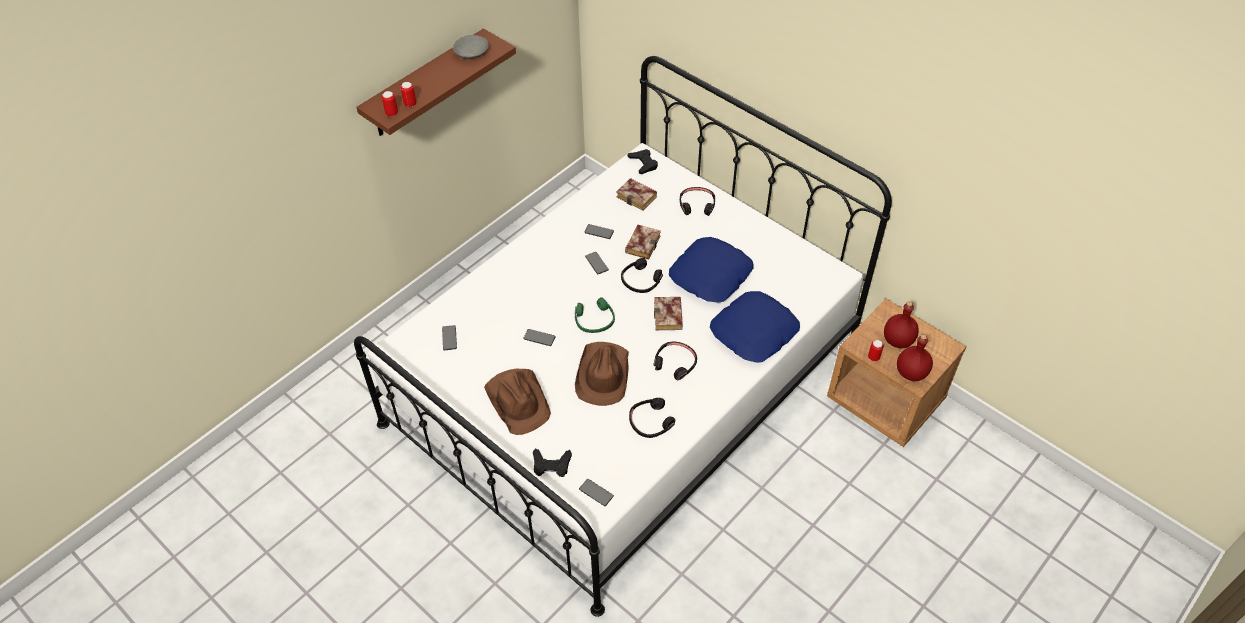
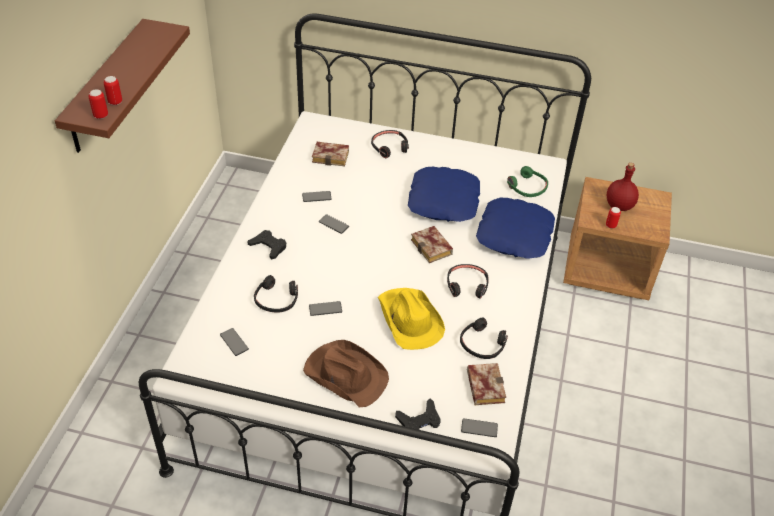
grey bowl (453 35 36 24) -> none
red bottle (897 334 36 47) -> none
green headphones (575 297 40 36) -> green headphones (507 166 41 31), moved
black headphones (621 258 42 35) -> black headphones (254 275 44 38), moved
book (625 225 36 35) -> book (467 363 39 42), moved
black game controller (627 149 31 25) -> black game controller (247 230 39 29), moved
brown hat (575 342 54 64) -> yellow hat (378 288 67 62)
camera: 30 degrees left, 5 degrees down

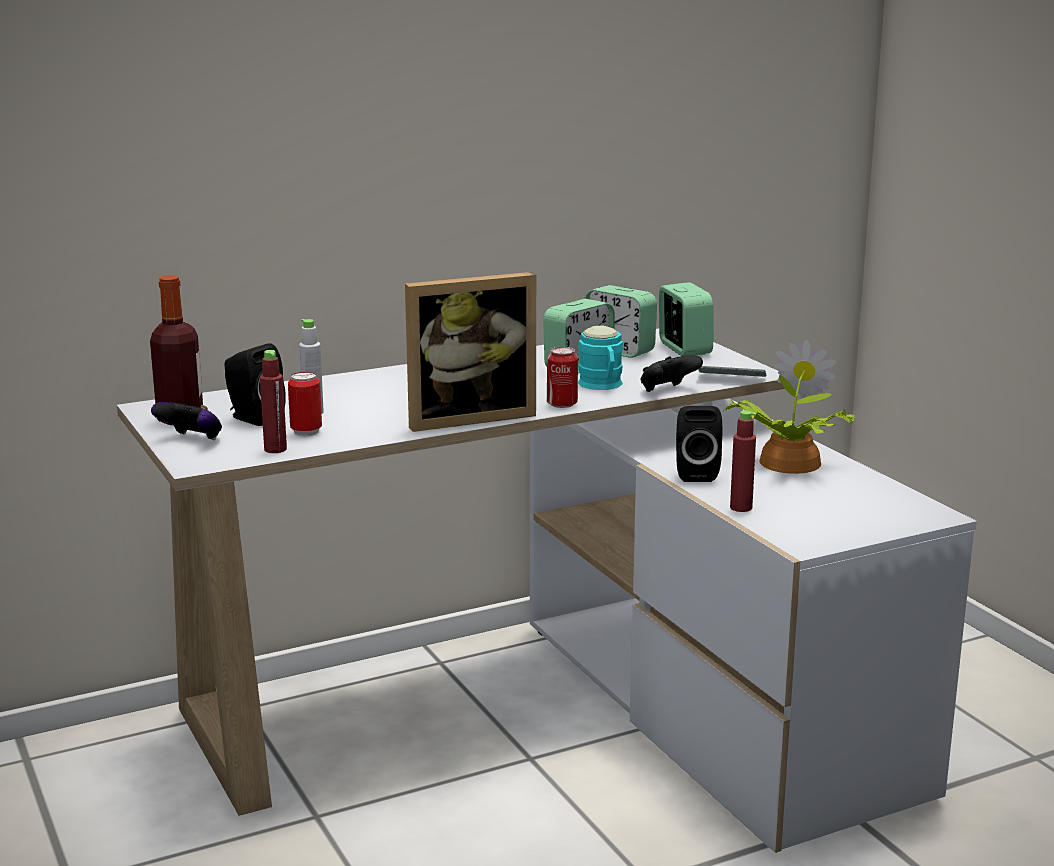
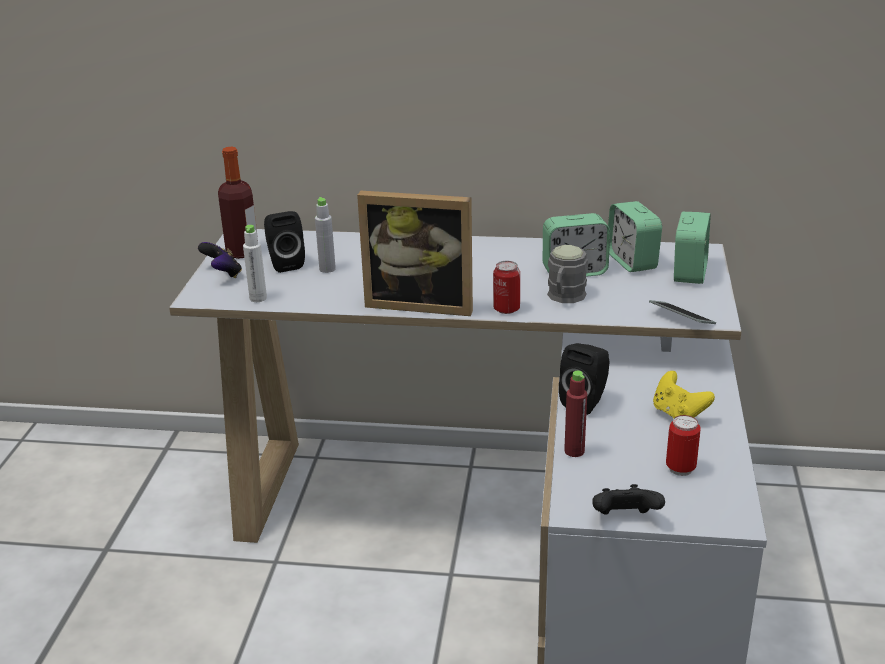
can (288 372 34 65) -> can (666 415 35 61), moved
black game controller (640 355 63 37) -> black game controller (592 484 73 31), moved
potted plant (725 340 130 134) -> yellow game controller (653 371 62 48)
red bottle (260 350 27 103) -> white bottle (243 225 24 77)
turquoise mug (578 326 46 64) -> grey mug (547 245 41 58)
camera: 35 degrees right, 10 degrees up

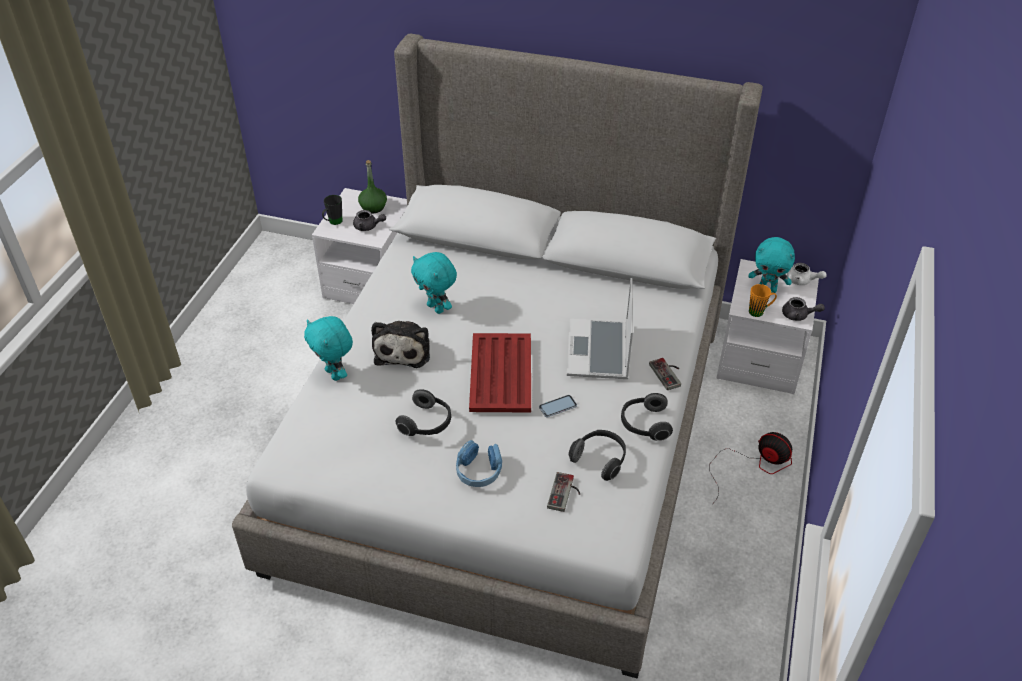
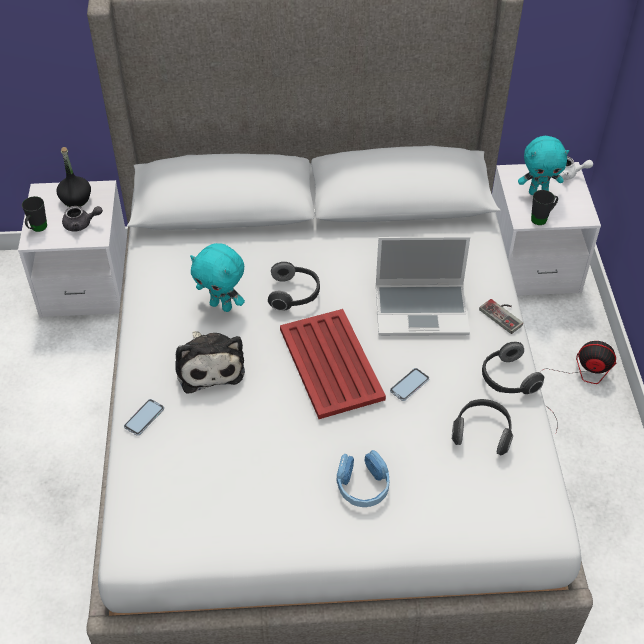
game controller (547 472 33 40) -> none
grey teapot (782 297 43 24) -> none
headphones (396 389 55 47) -> headphones (268 262 52 49), moved
turquoise plush toy (304 316 49 65) -> phone (124 399 40 37)
green bottle (358 160 29 53) -> black bottle (57 147 34 60)
orange mug (749 284 28 33) -> black mug (531 190 27 35)
laptop (567 278 66 101) -> laptop (376 236 94 100), 75 degrees counterclockwise
camera: 20 degrees left, 5 degrees up

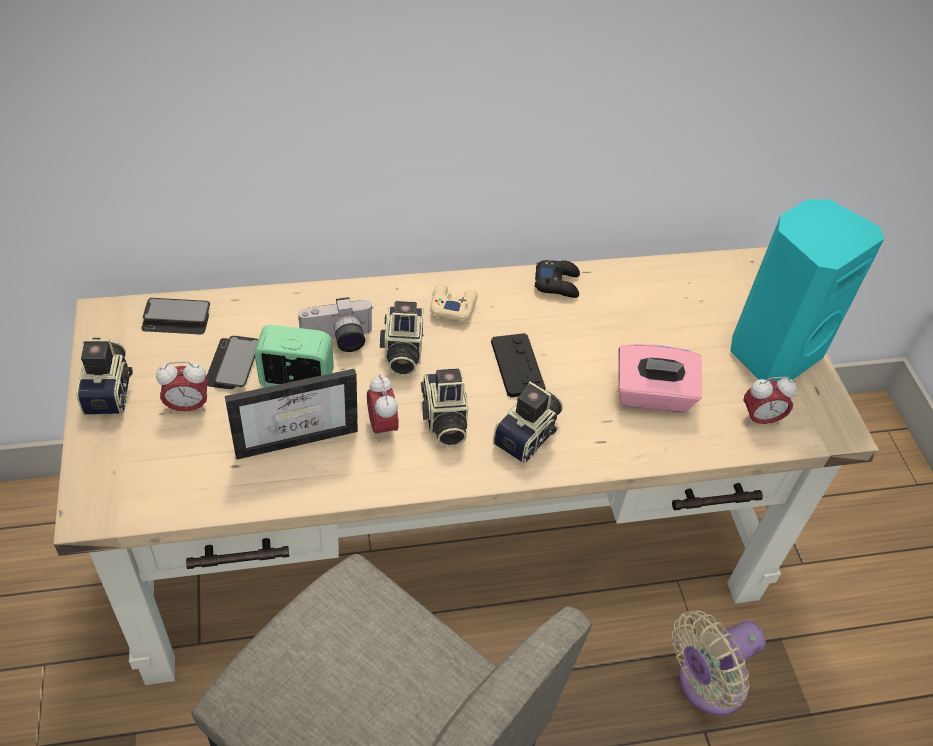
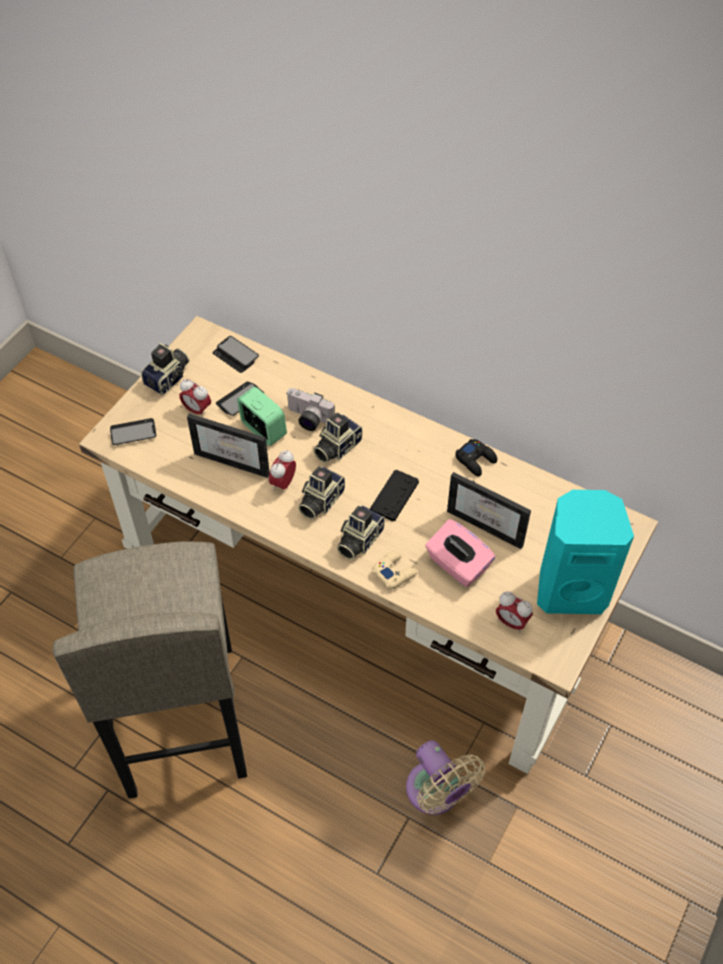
none -> phone (110 418 46 27)
none -> picture frame (447 472 84 77)
beige game controller (430 284 48 38) -> beige game controller (372 551 45 38), moved
photo camera (493 382 70 81) -> photo camera (337 505 48 55), 135 degrees clockwise
beige fan (672 610 94 106) -> beige fan (406 740 79 75), 135 degrees counterclockwise
camera: 45 degrees right, 5 degrees up

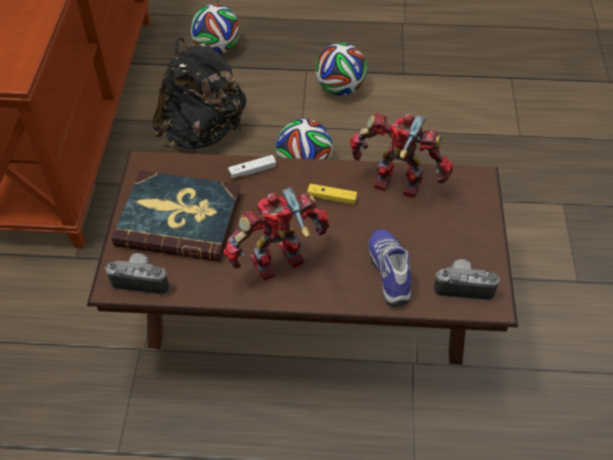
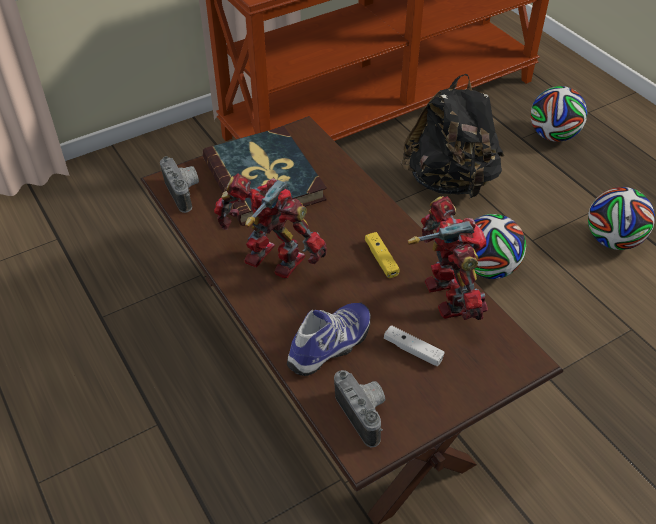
white game controller (228 155 48 23) -> white game controller (384 325 60 41), moved
camera: 55 degrees right, 5 degrees down

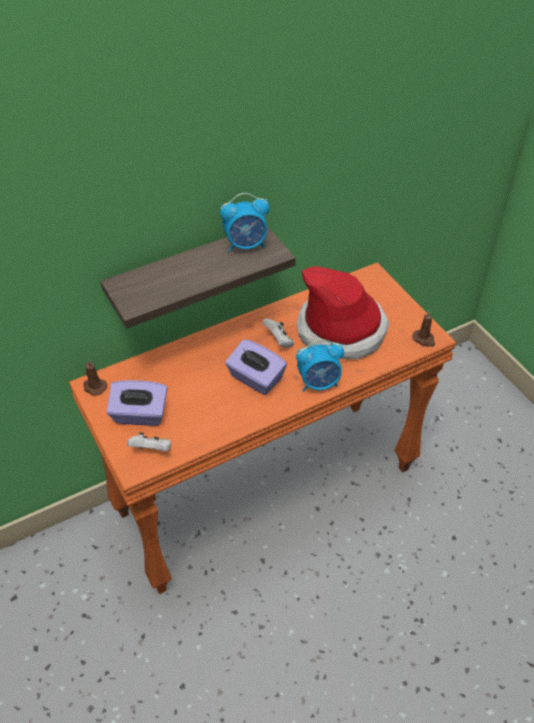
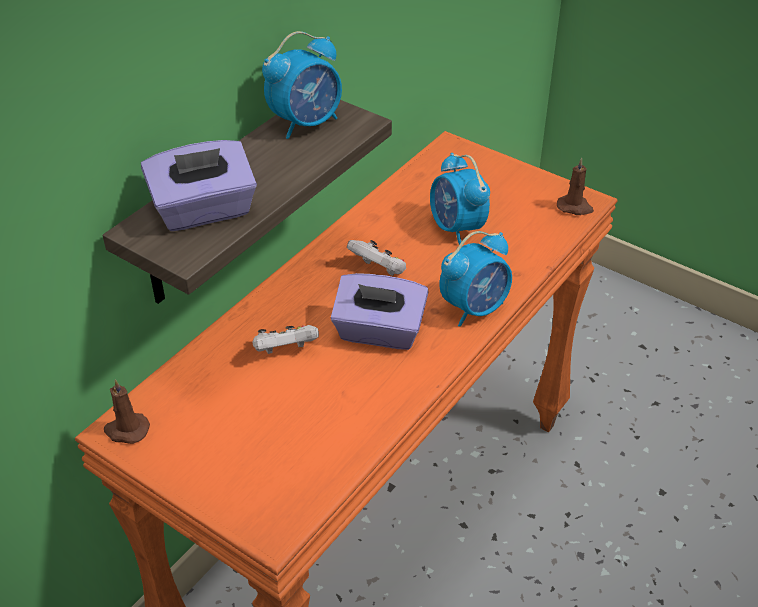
purple tissue box (107 380 61 46) -> purple tissue box (141 140 116 91), moved
white game controller (127 432 44 20) -> white game controller (253 325 66 29), moved
hat (297 266 92 93) -> alarm clock (430 153 60 92)
camera: 25 degrees left, 5 degrees down

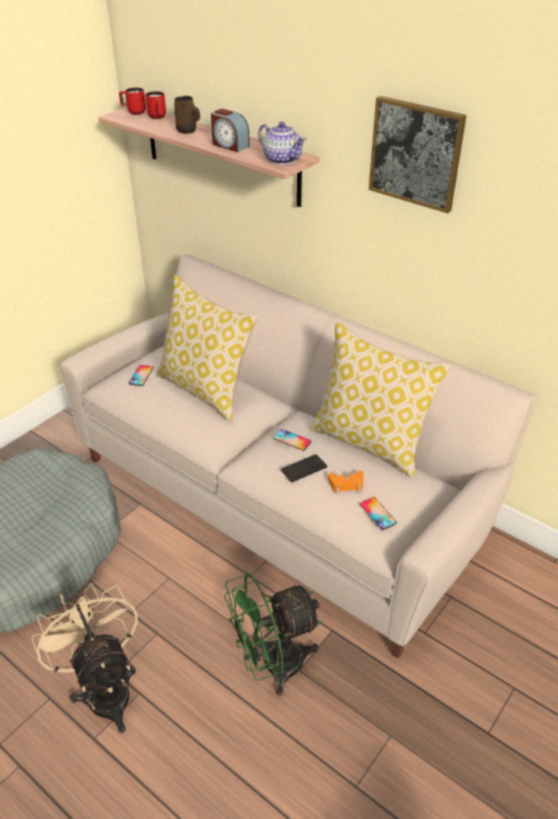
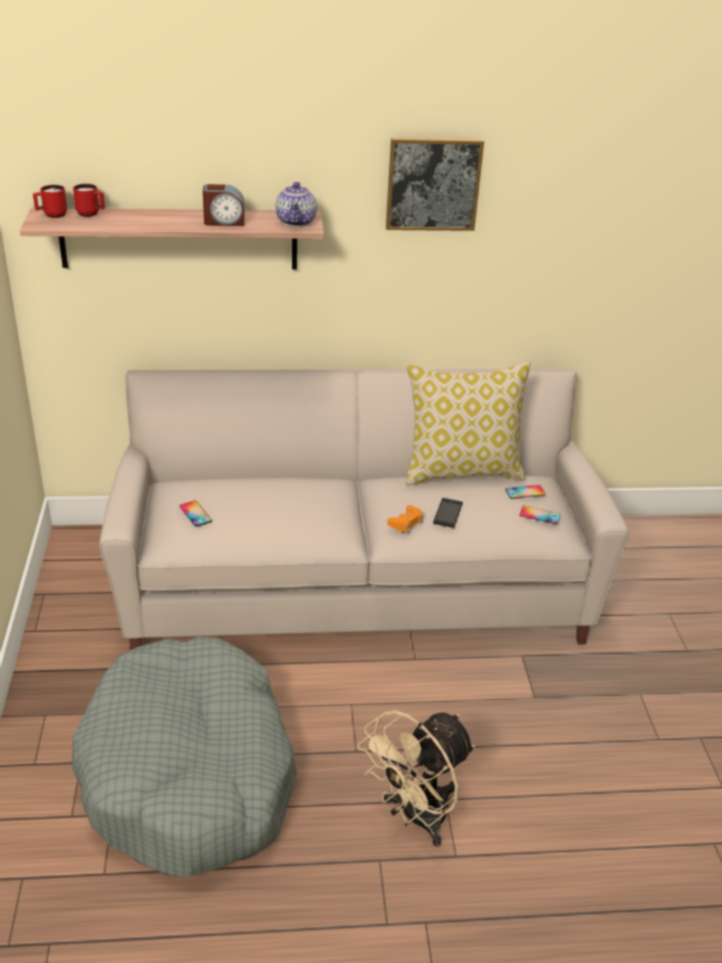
pillow (156 275 102 147) -> none
brown mug (174 96 26 38) -> none
green fan (224 573 98 123) -> none
phone (273 429 39 22) -> phone (505 485 41 14), moved
orange game controller (328 471 36 23) -> orange game controller (387 505 36 28), moved
beige fan (32 583 106 150) -> beige fan (357 710 118 137), 60 degrees counterclockwise
teapot (258 122 48 43) -> teapot (276 182 41 45), 90 degrees clockwise
camera: 45 degrees left, 5 degrees down

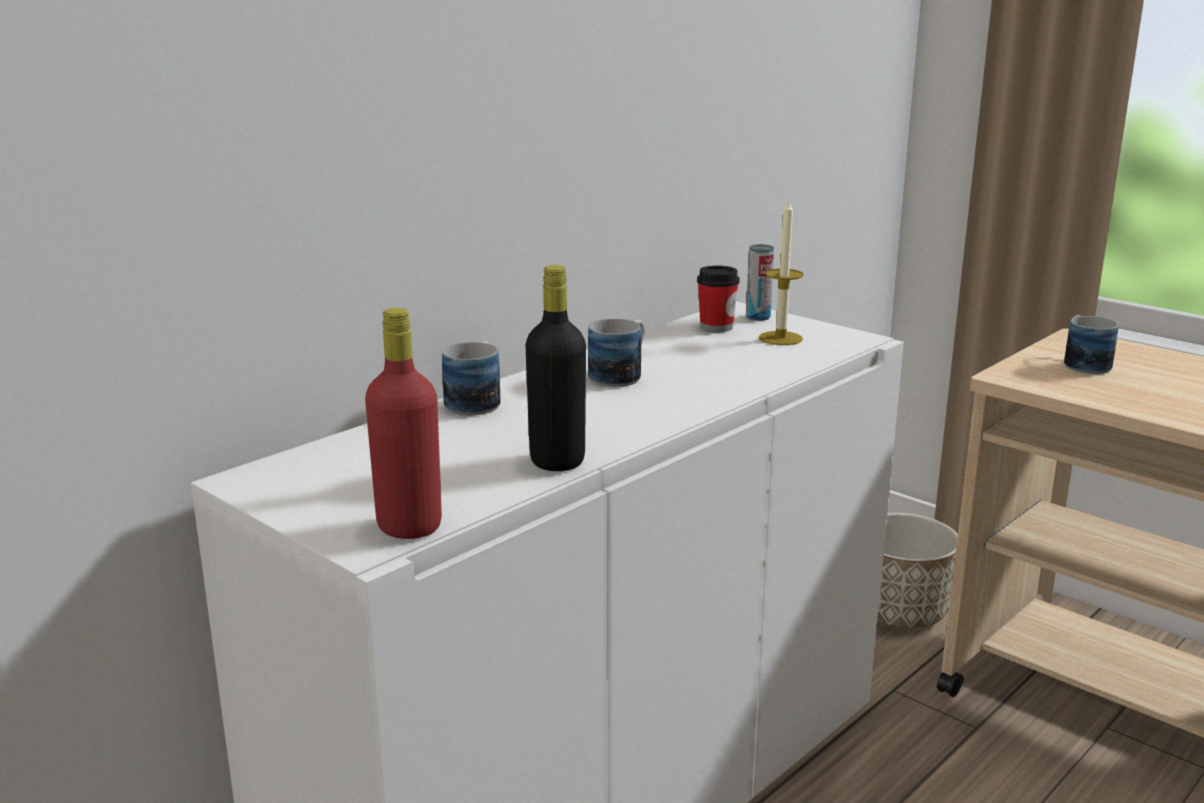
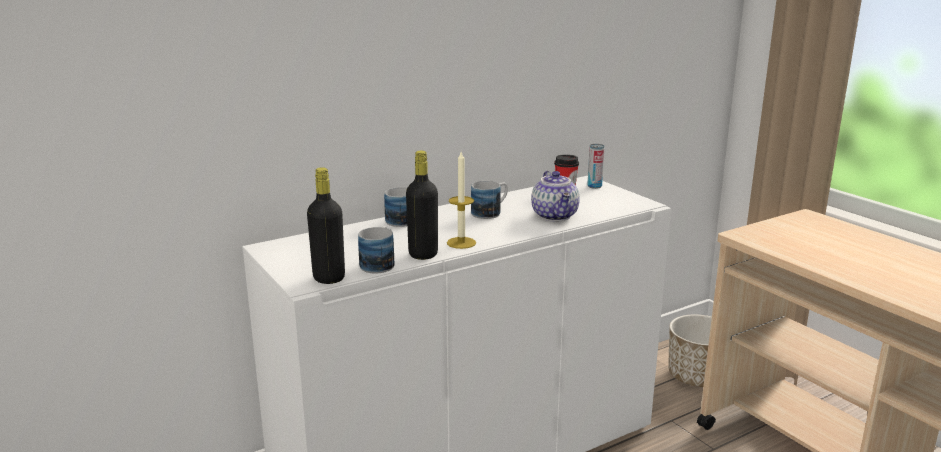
none -> teapot (531 171 49 51)
candle (759 199 45 146) -> candle (447 152 29 97), moved
mug (1064 315 55 59) -> mug (358 226 36 47), moved
red bottle (365 308 77 231) -> black bottle (307 167 38 117)
camera: 15 degrees right, 0 degrees up

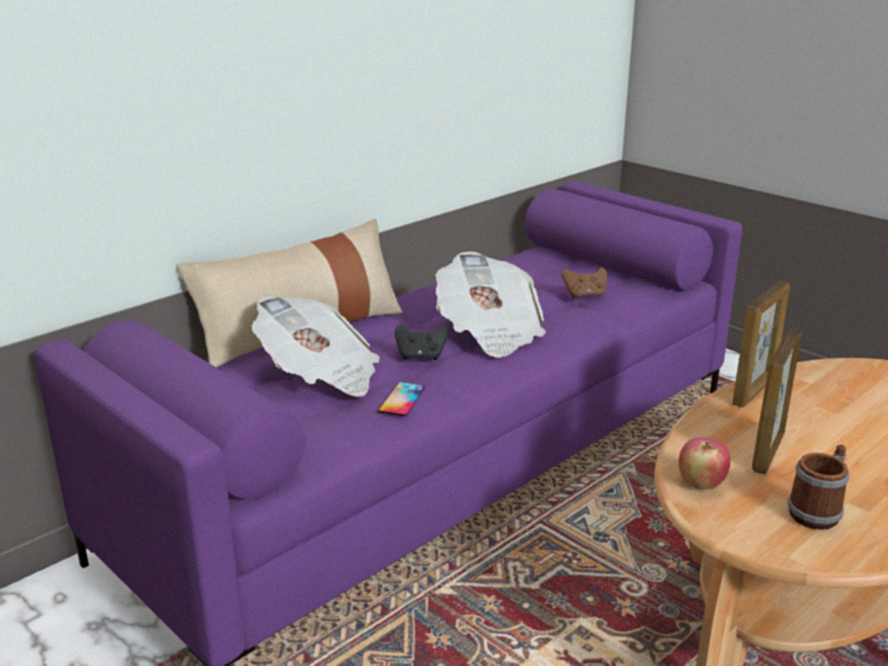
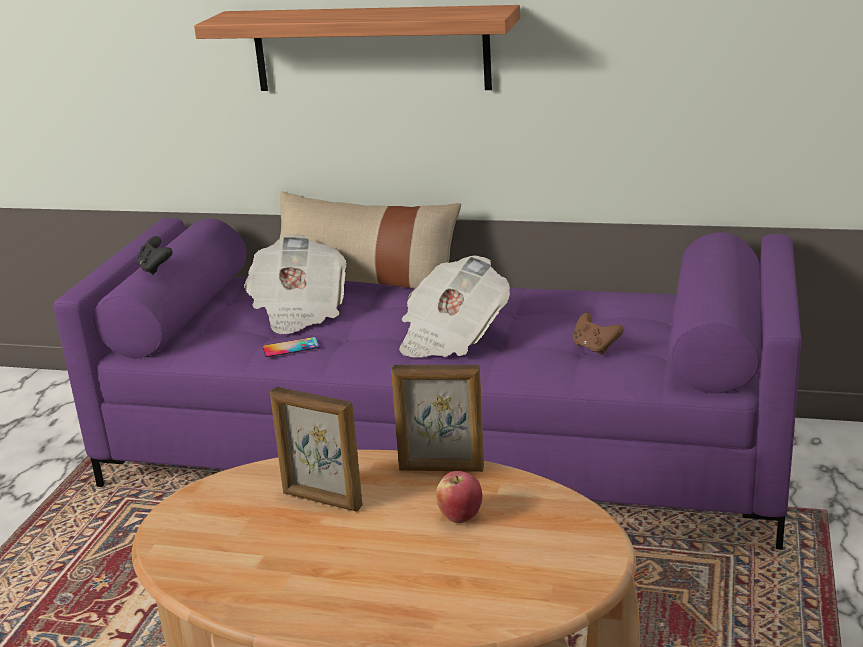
mug (787 445 62 85) -> none
none -> shelf (194 5 326 86)
black game controller (395 325 53 35) -> black game controller (136 236 37 39), moved
apple (679 437 51 53) -> apple (436 471 46 52), moved
picture frame (752 329 50 145) -> picture frame (270 386 92 126), 150 degrees counterclockwise
camera: 60 degrees right, 0 degrees up

